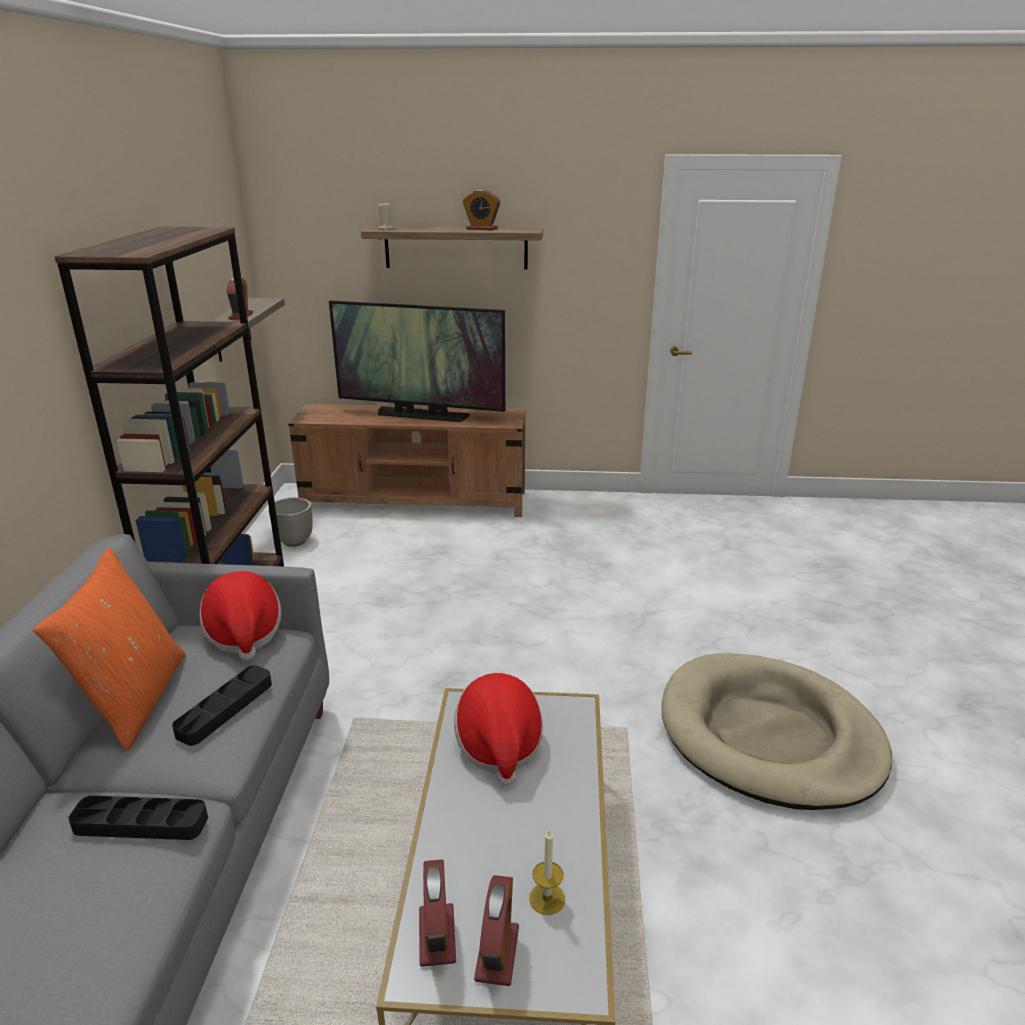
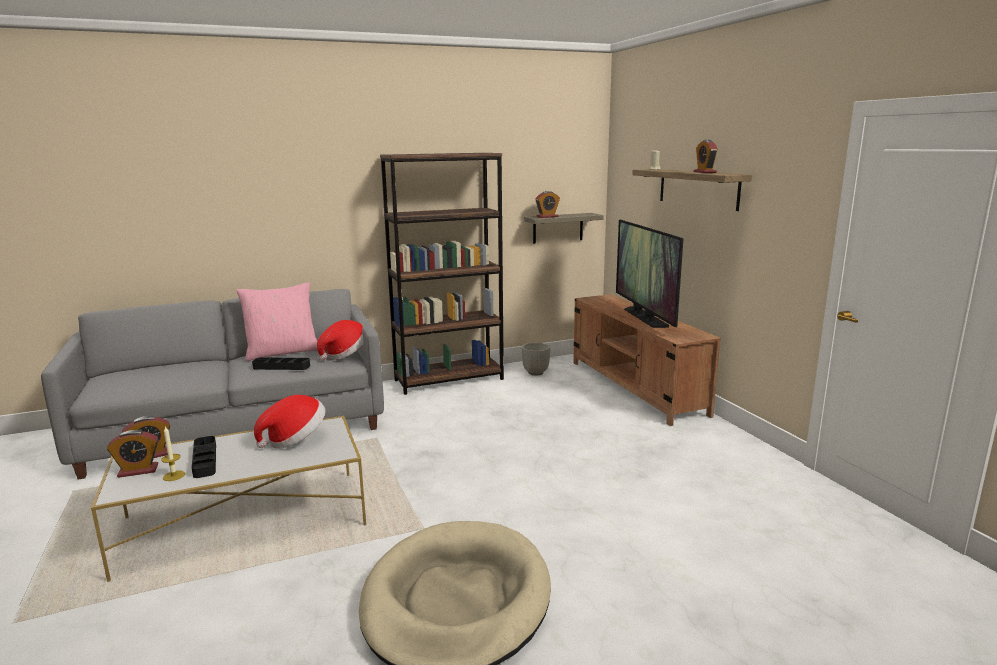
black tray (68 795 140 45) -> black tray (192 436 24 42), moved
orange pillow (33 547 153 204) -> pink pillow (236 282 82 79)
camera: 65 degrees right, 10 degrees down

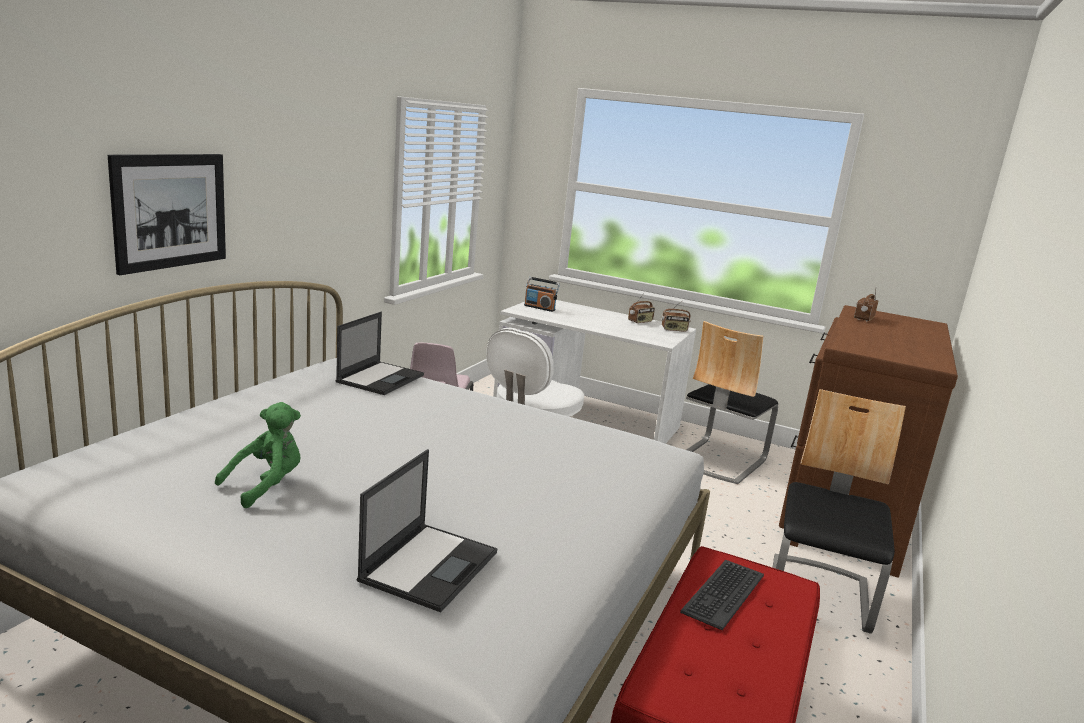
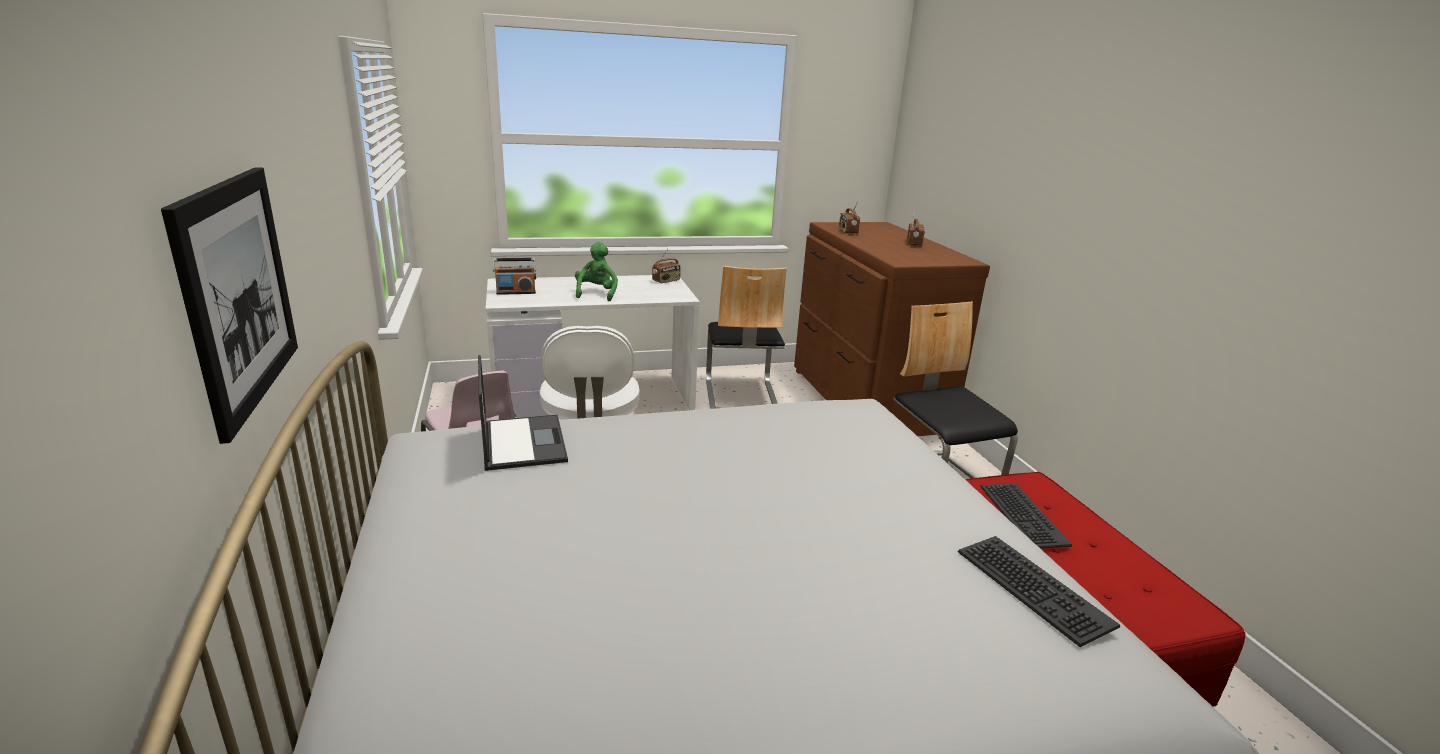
laptop (356 449 142 163) -> none
none -> keyboard (958 536 162 111)
green plush toy (215 402 86 106) -> green plush toy (575 242 43 60), moved
radio (628 292 27 31) -> radio (907 209 18 37), moved
camera: 40 degrees left, 5 degrees up

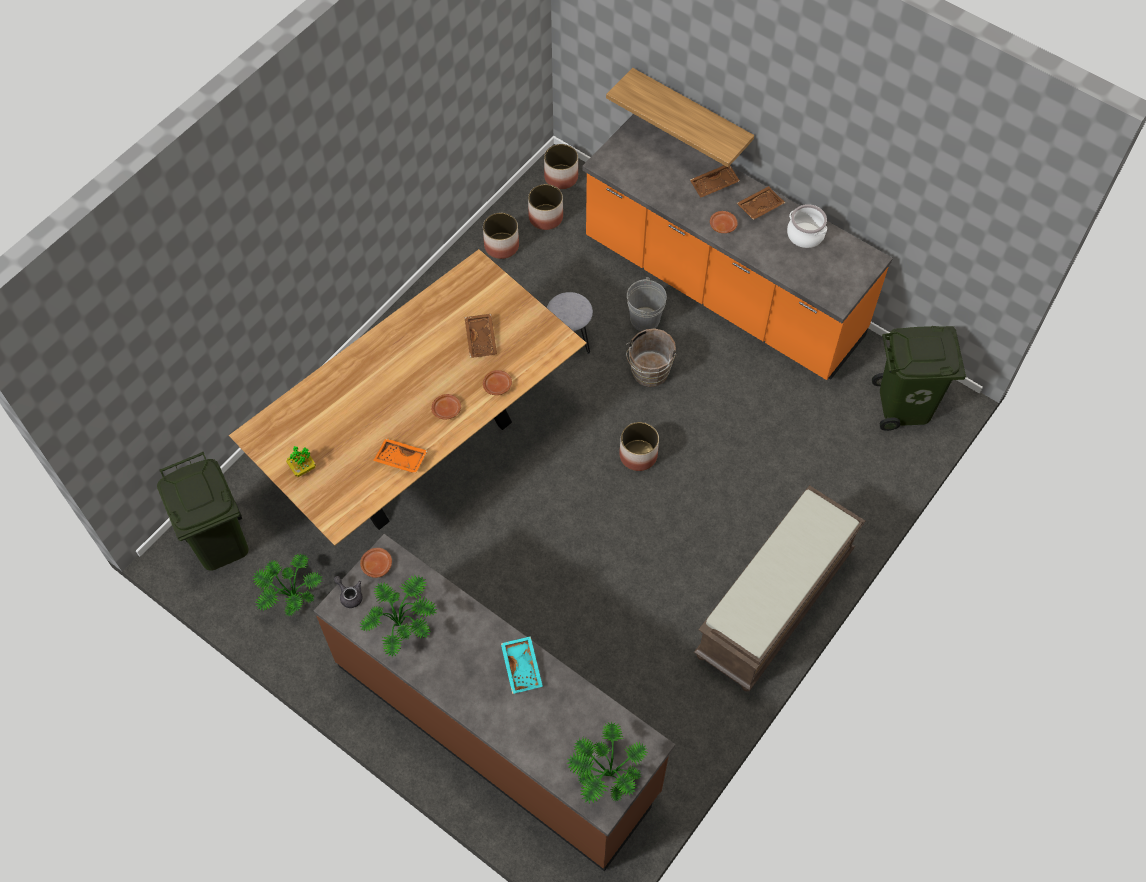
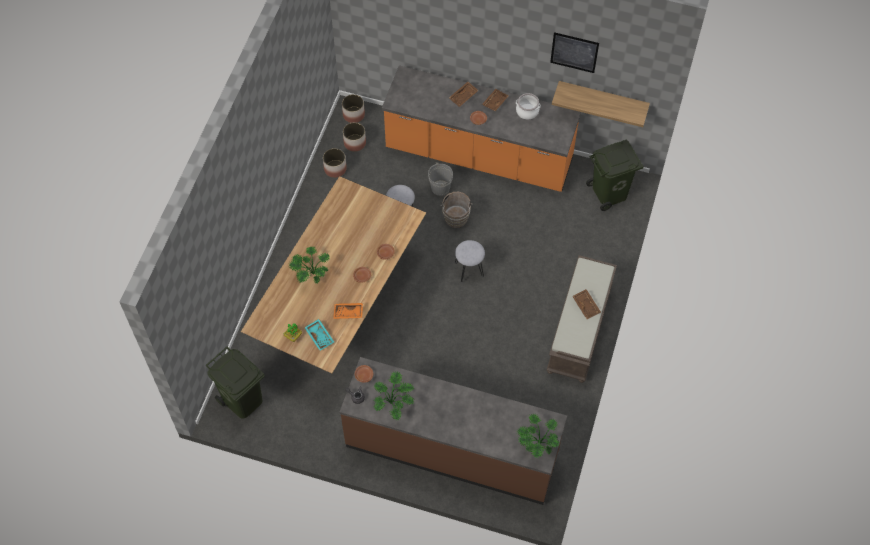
none -> picture (550 32 49 41)
potted plant (252 554 71 62) -> potted plant (289 246 41 38), moved
brown tray (464 314 33 44) -> brown tray (572 289 29 30), moved
turquoise tray (501 636 42 58) -> turquoise tray (304 319 30 32), moved
shelf (606 68 148 99) -> shelf (552 81 98 46), moved
planter (619 422 40 49) -> grey stool (455 240 30 43)
camera: 20 degrees left, 0 degrees up

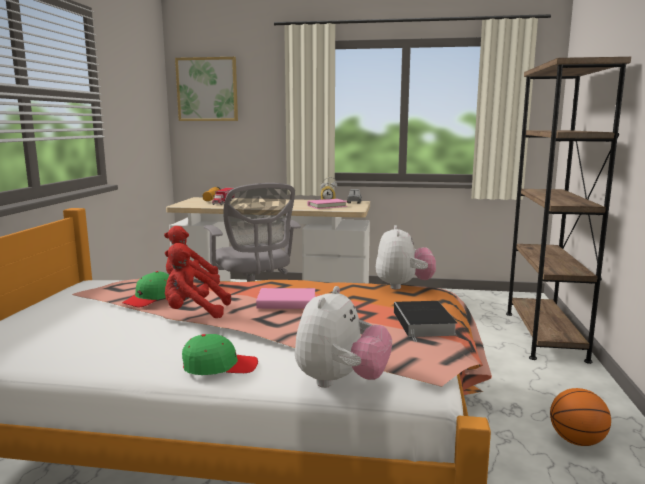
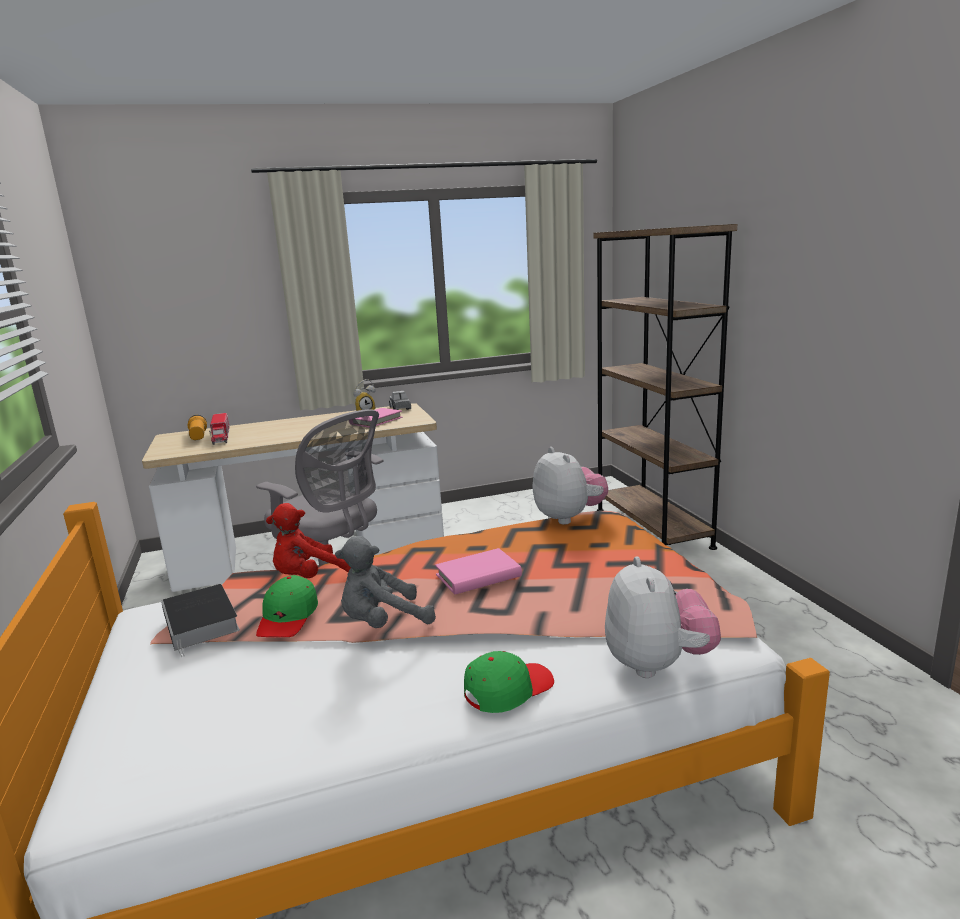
picture (175 57 63 64) -> none
basketball (550 388 61 58) -> none
book (394 301 63 41) -> book (161 584 79 73), moved
red plush toy (165 243 66 75) -> grey plush toy (335 536 101 92)
camera: 25 degrees left, 5 degrees up

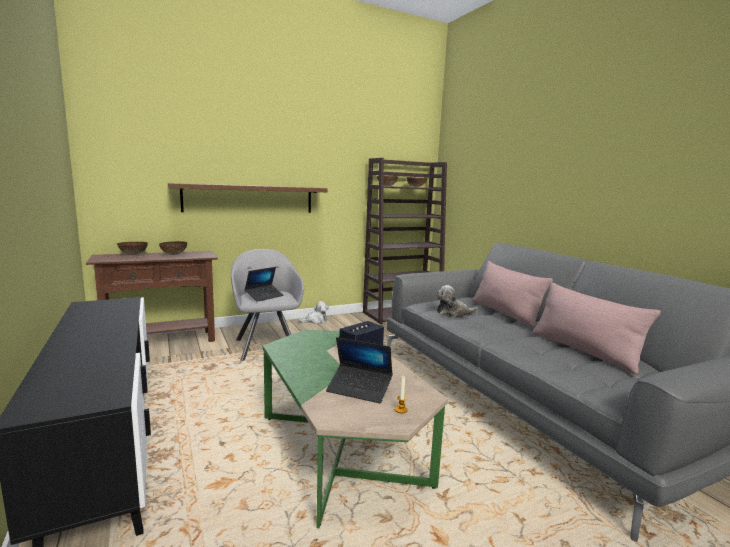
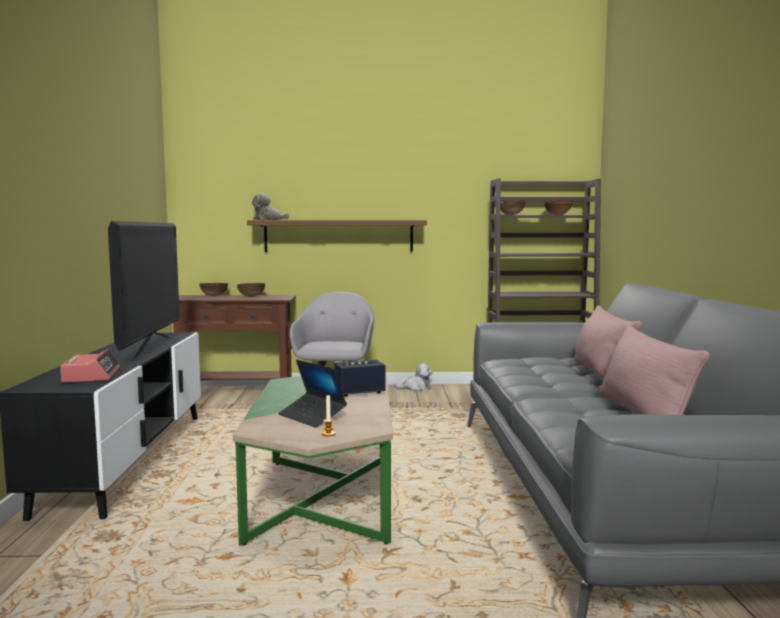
laptop (245 267 39 35) -> none
none -> alarm clock (60 350 60 32)
none -> television (108 221 72 138)
plush toy (436 285 42 32) -> plush toy (252 193 37 27), moved
camera: 25 degrees right, 5 degrees down

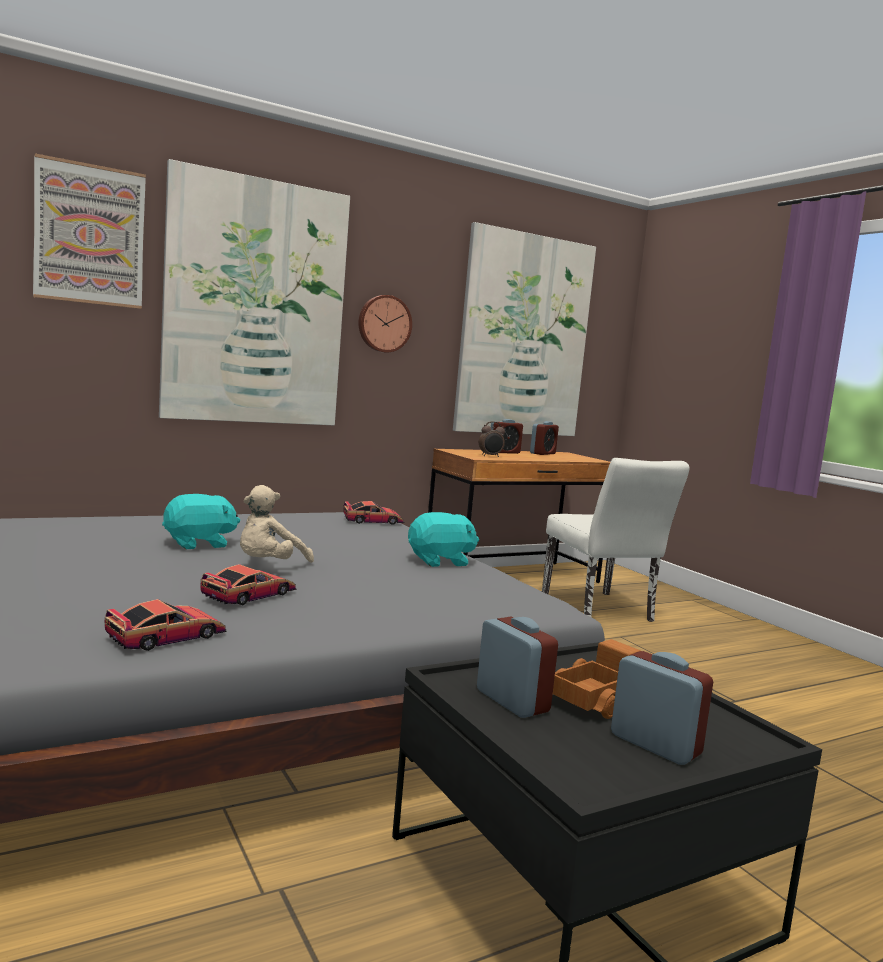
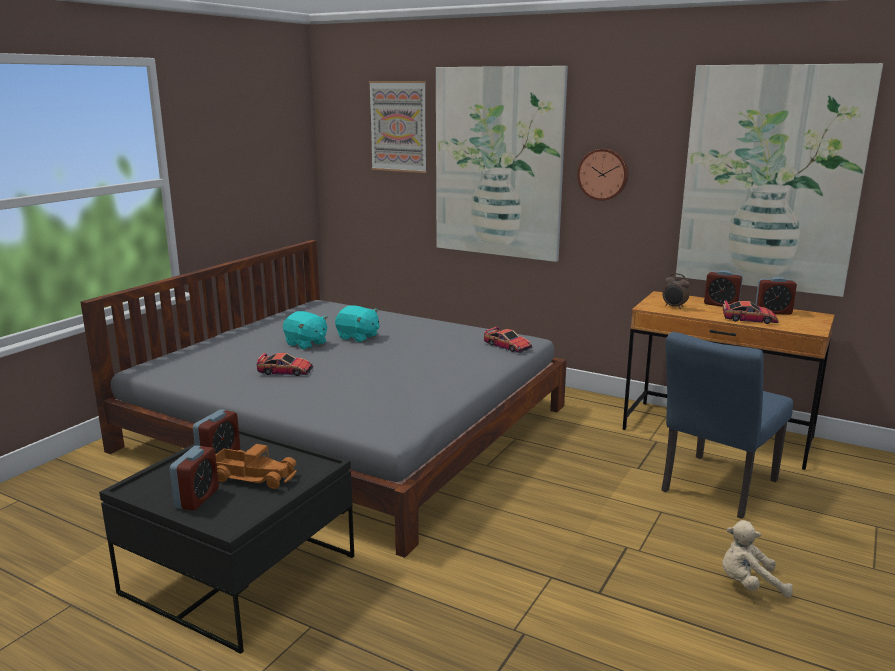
toy car (105 599 122 52) -> toy car (723 301 56 23), moved
beige plush toy (240 485 74 78) -> beige plush toy (722 520 71 77), moved
turquoise plush toy (408 512 71 55) -> turquoise plush toy (283 311 45 39), moved
white chair (542 458 147 164) -> blue chair (661 332 132 187)
camera: 60 degrees right, 10 degrees up

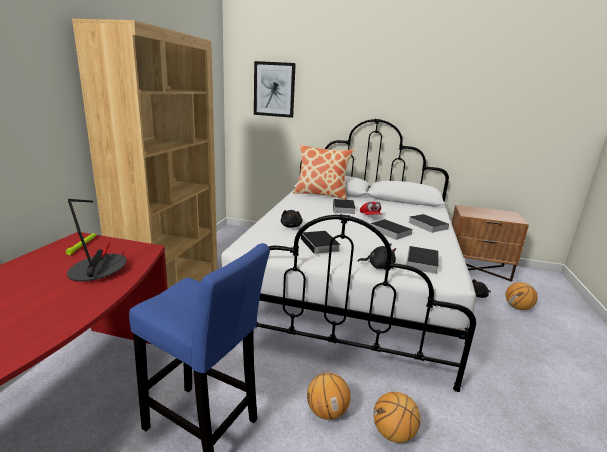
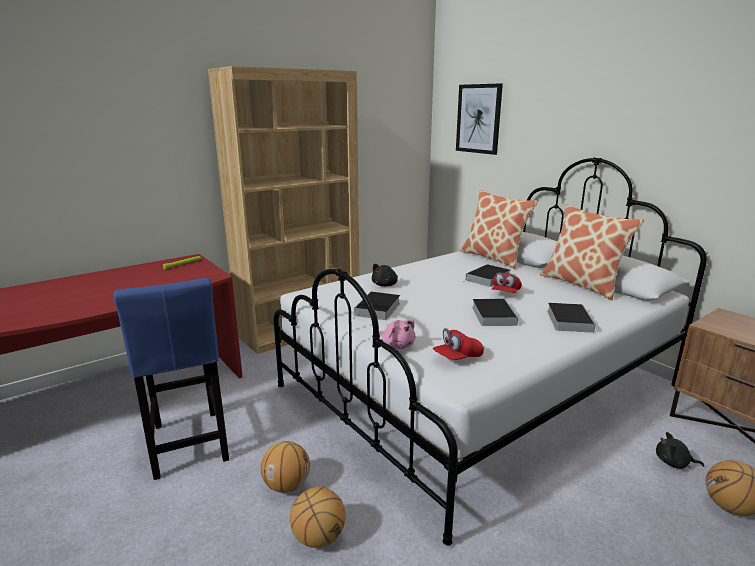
table lamp (67 199 60 82) -> none
none -> pillow (540 205 104 95)
book (406 246 33 28) -> red cap (433 328 51 32)
black plush toy (357 243 39 26) -> pink plush toy (379 320 37 29)
camera: 40 degrees right, 0 degrees up

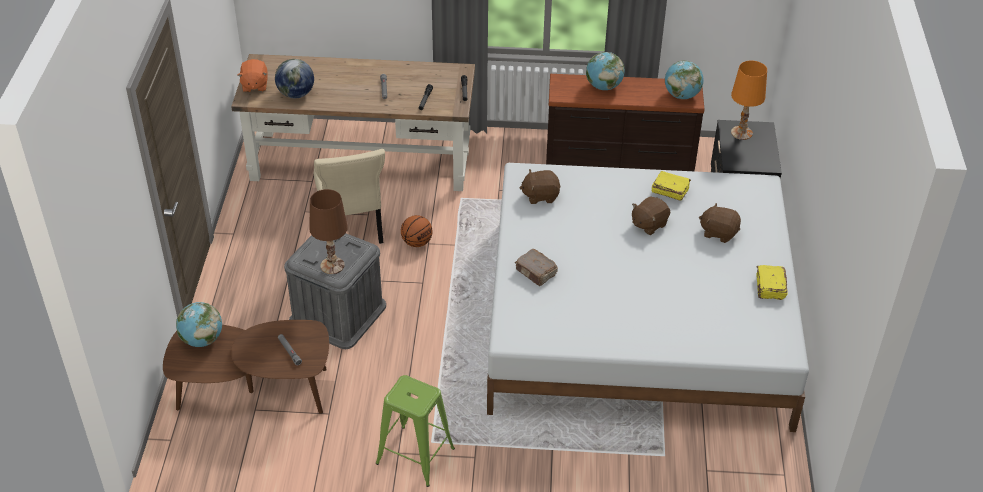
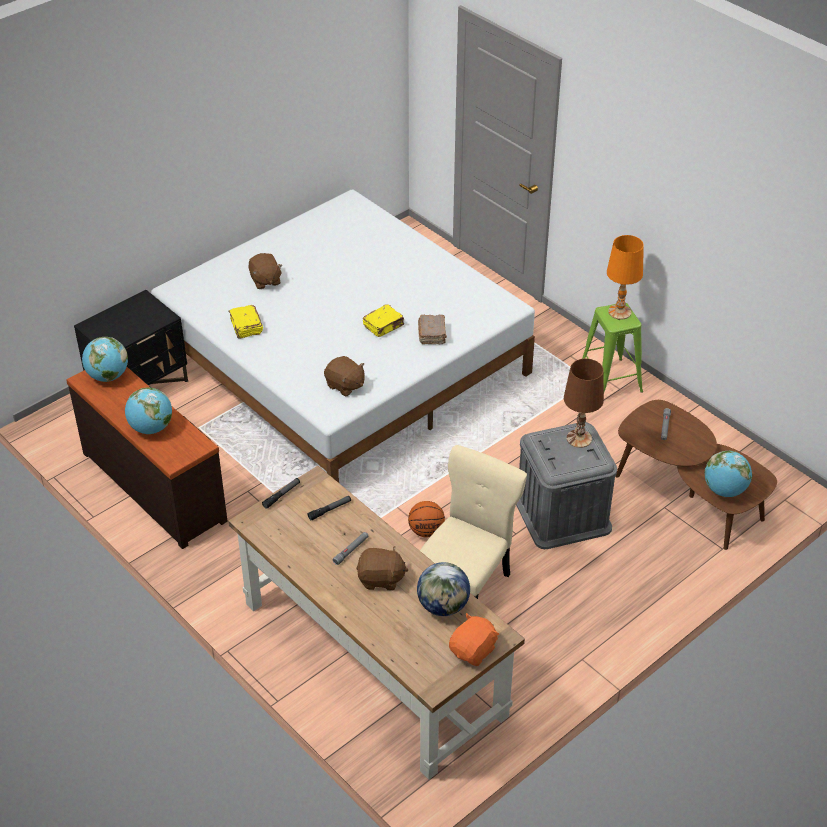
brown plush toy (632 196 38 39) -> brown plush toy (356 546 52 44), moved
orange table lamp (731 60 36 80) -> orange table lamp (607 235 37 85), moved
yellow book (756 265 32 35) -> yellow book (363 304 41 33), moved
camera: 135 degrees left, 0 degrees up

